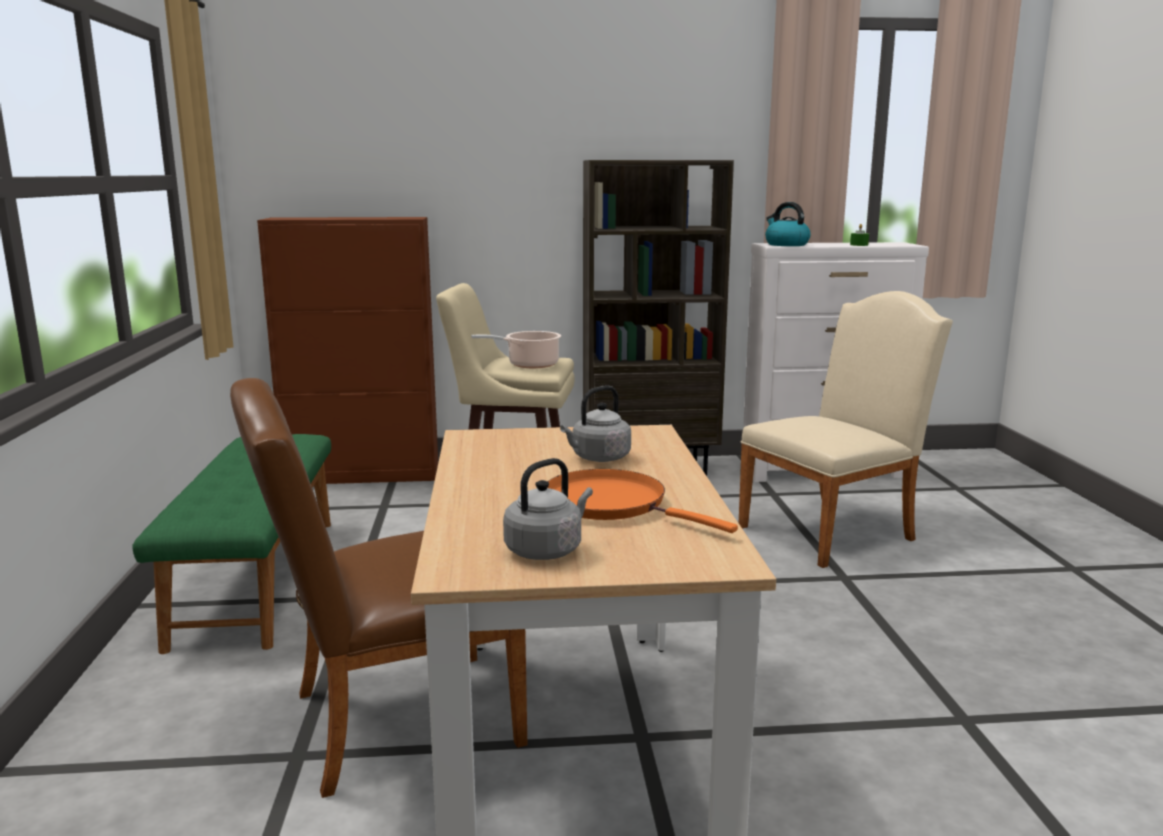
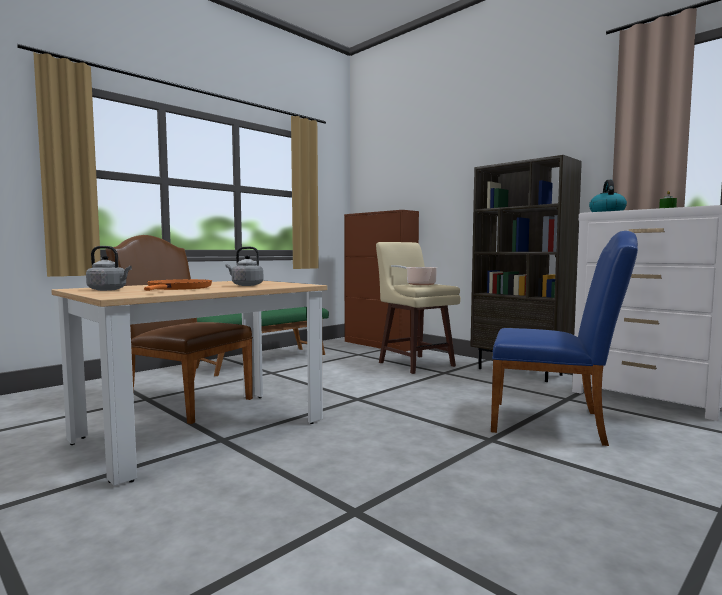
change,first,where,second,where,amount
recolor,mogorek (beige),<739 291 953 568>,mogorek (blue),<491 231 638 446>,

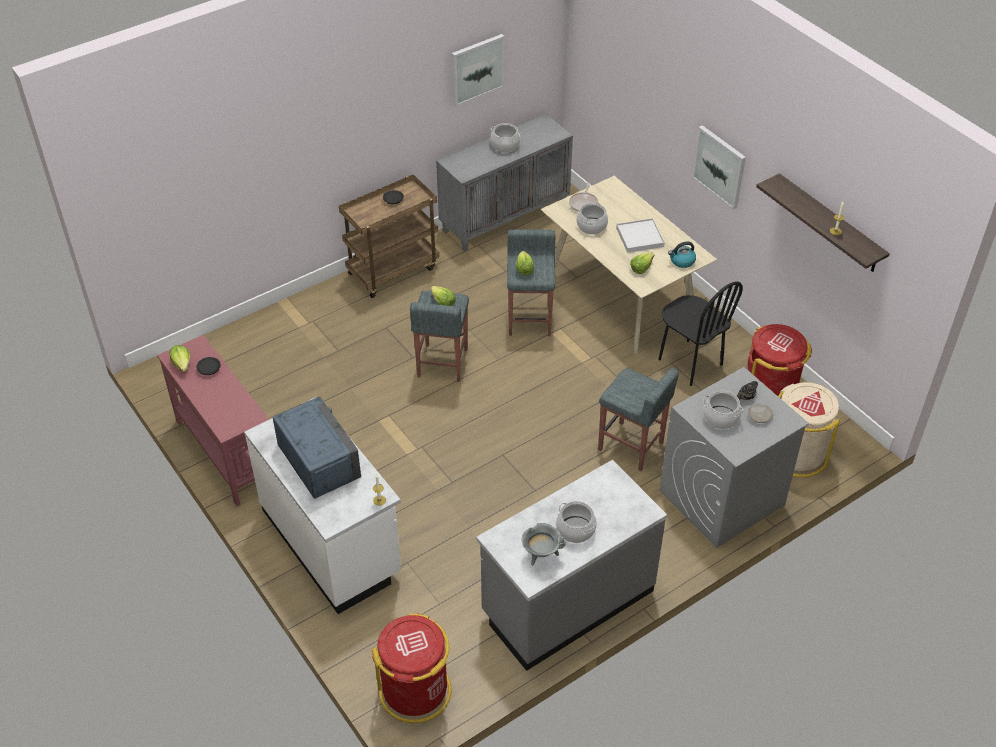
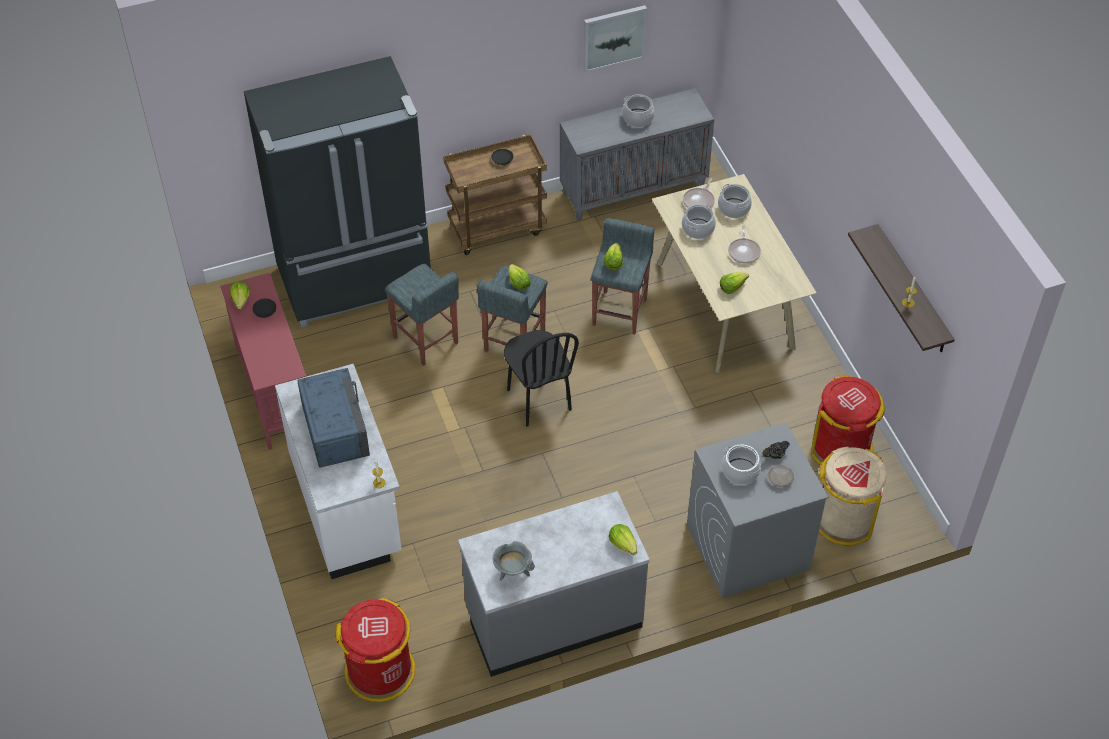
change,first,where,second,where,amount
insert,,,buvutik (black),<244 56 431 328>,
move,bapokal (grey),<598 368 679 471>,,<385 264 459 366>,
move,mogorek (black),<658 281 743 386>,,<504 330 579 427>,
insert,,,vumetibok,<609 524 637 555>,
move,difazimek,<556 501 597 543>,,<718 184 752 218>,
replace,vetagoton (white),<616 218 665 253>,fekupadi,<728 225 761 264>,
delete,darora,<668 242 696 268>,,,
delete,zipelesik,<692 125 746 210>,,,

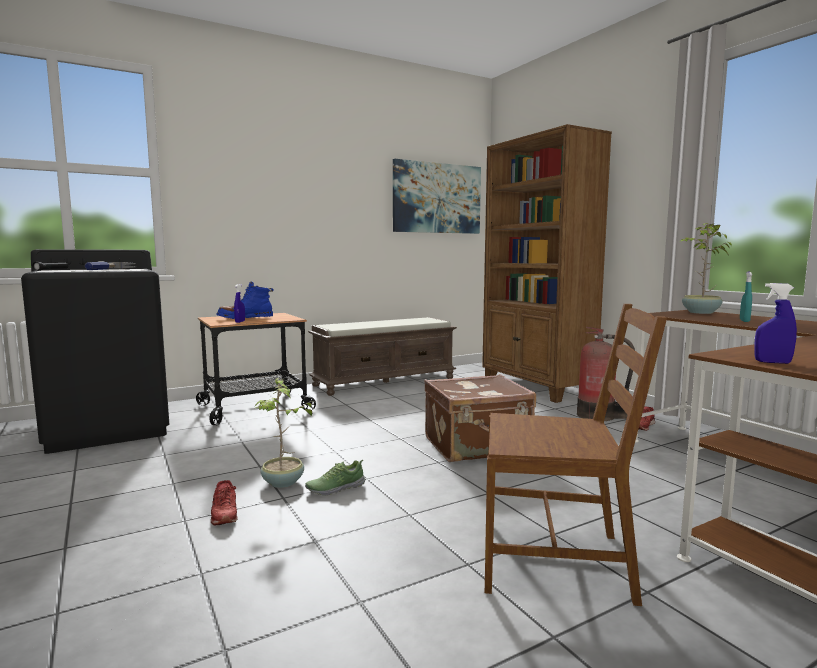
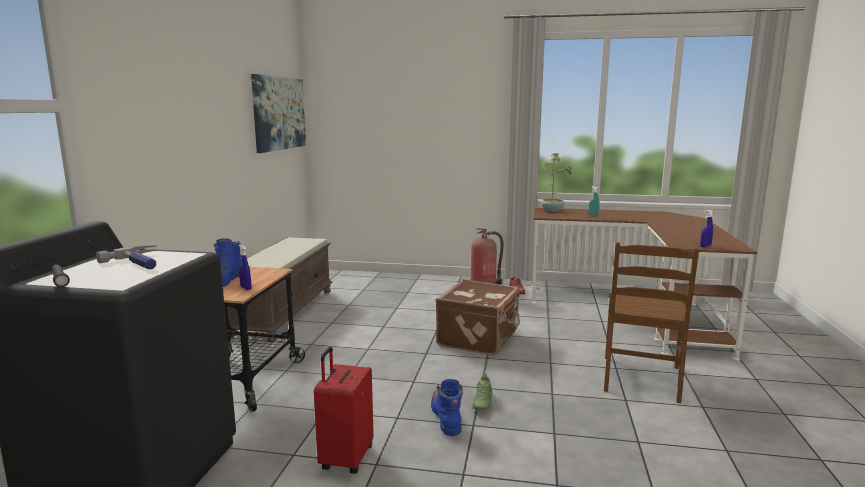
change,first,where,second,where,amount
insert,,,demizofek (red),<314 347 374 474>,
replace,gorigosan,<254 378 314 488>,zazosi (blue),<431 379 463 436>,
rotate,mogorek (brown),<485 304 667 606>,,<604 242 699 403>,150 degrees clockwise
delete,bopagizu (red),<211 480 238 526>,,,
delete,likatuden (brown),<482 124 612 403>,,,

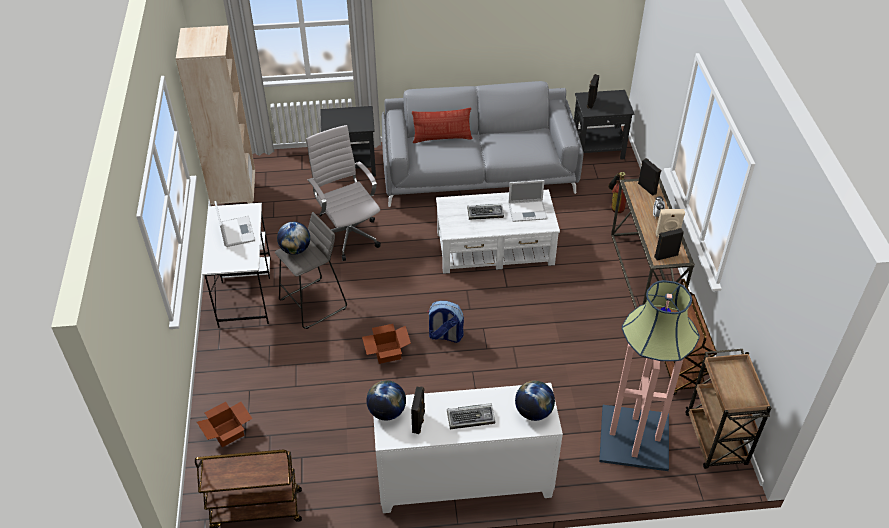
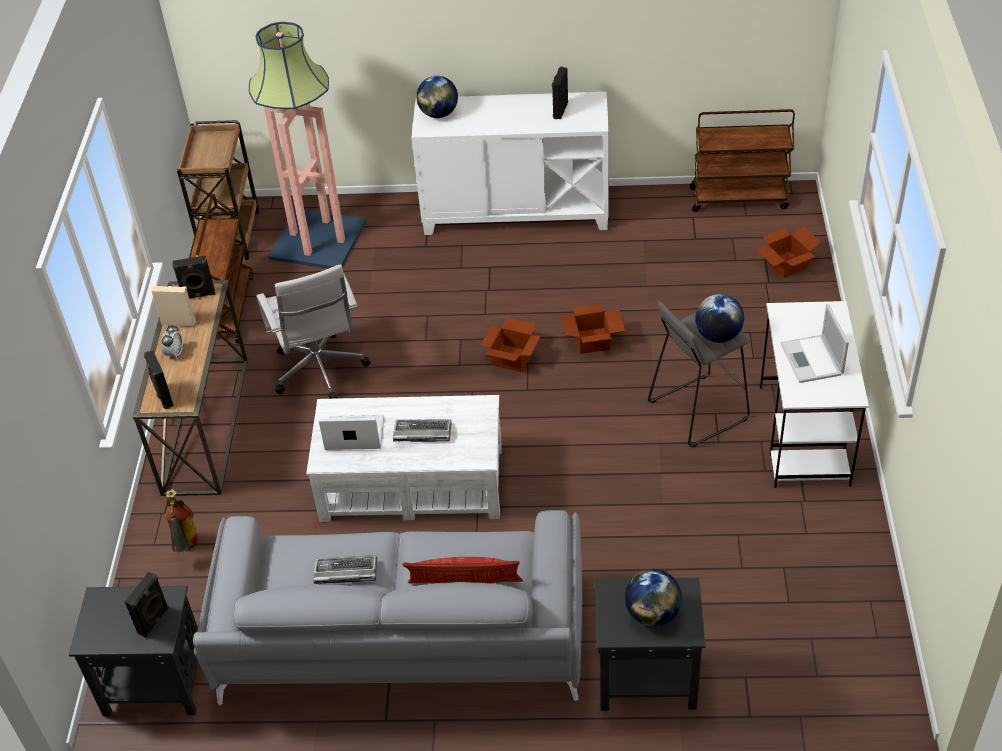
change,first,where,second,where,amount
move,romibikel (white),<306 125 381 261>,,<256 264 371 399>,
move,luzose,<447 403 495 429>,,<314 555 377 584>,
replace,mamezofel,<428 301 464 343>,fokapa,<481 318 541 372>,
move,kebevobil,<366 380 406 420>,,<625 569 682 626>,
delete,likatuden (beige),<176 25 255 206>,,,

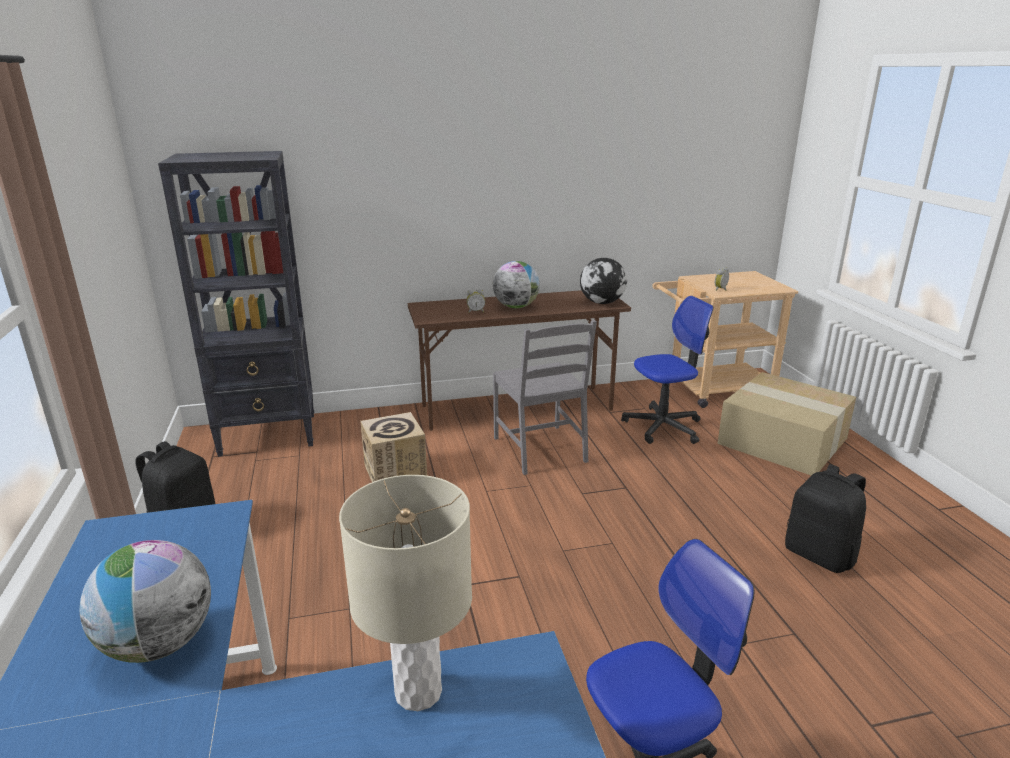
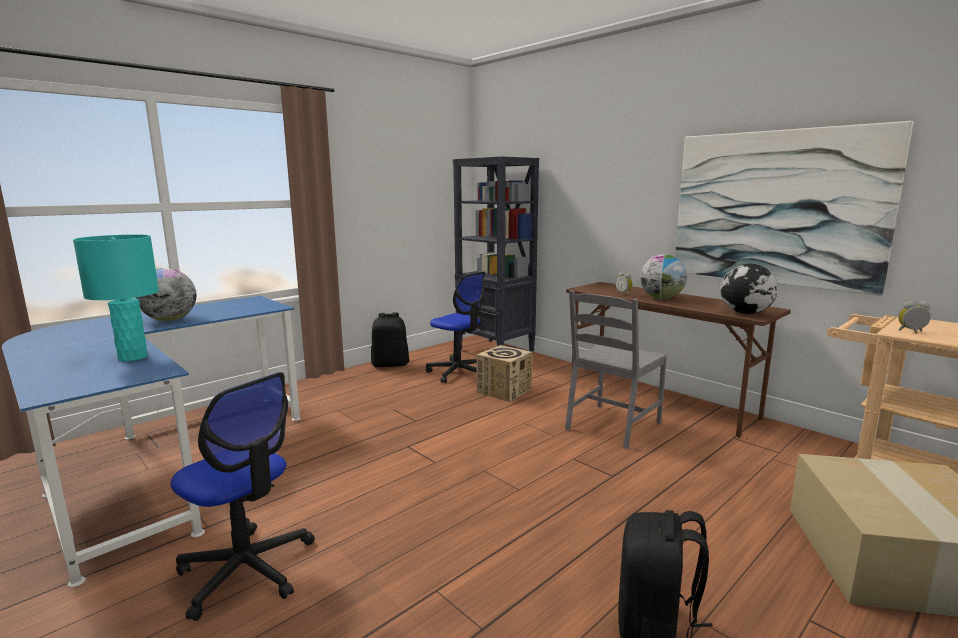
change,first,where,second,where,amount
recolor,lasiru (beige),<339 475 472 711>,lasiru (turquoise),<73 235 159 361>,
move,romibikel,<621 296 713 444>,,<426 272 485 383>,
insert,,,zipelesik,<675 121 914 296>,

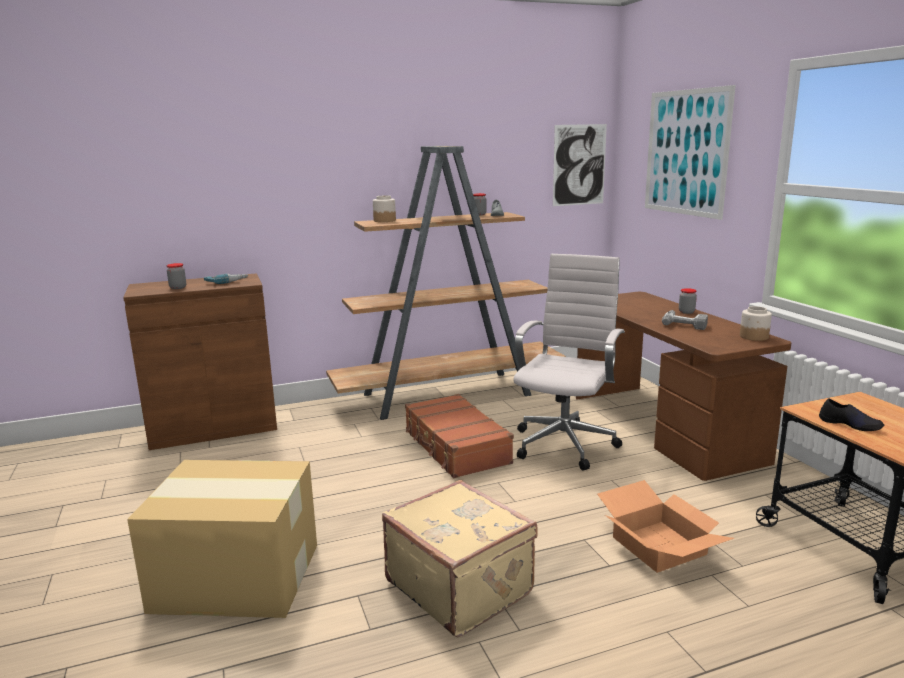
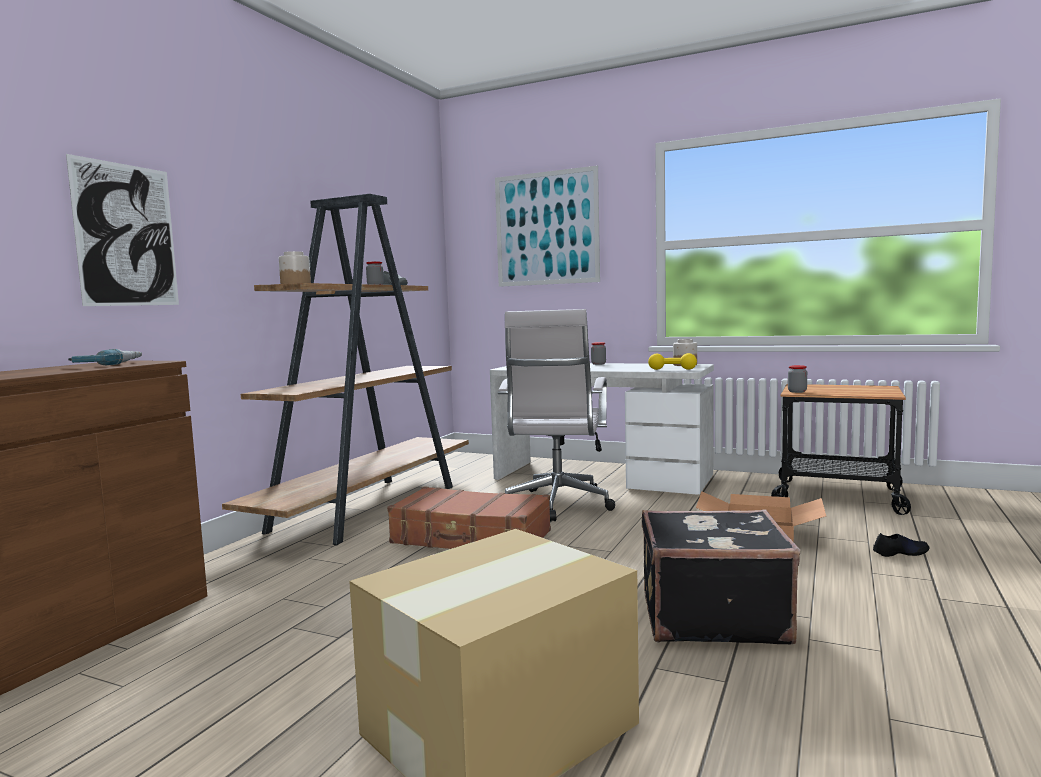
change,first,where,second,where,amount
move,zipelesik,<553 124 607 206>,,<66 154 179 306>,
recolor,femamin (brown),<576 292 791 481>,femamin (white),<490 363 714 494>,
rotate,romibikel (white),<513 254 625 470>,,<498 309 615 522>,150 degrees counterclockwise
recolor,demizofek (beige),<382 480 538 637>,demizofek (black),<642 510 800 644>,
insert,,,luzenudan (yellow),<648 353 697 370>,
move,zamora,<167 263 186 289>,,<788 365 807 393>,
move,bopagizu (black),<819 398 884 431>,,<873 533 929 557>,
delete,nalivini,<662 310 708 330>,,,

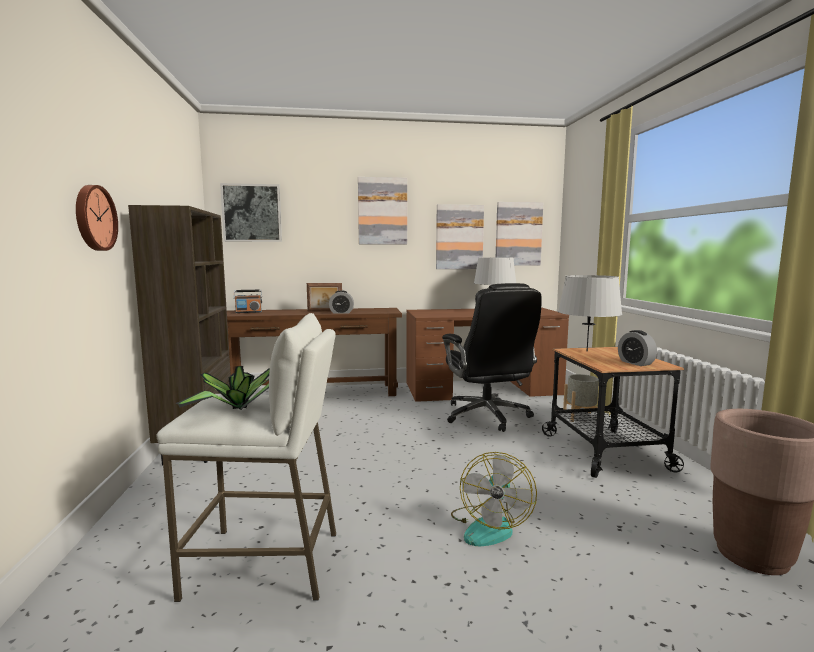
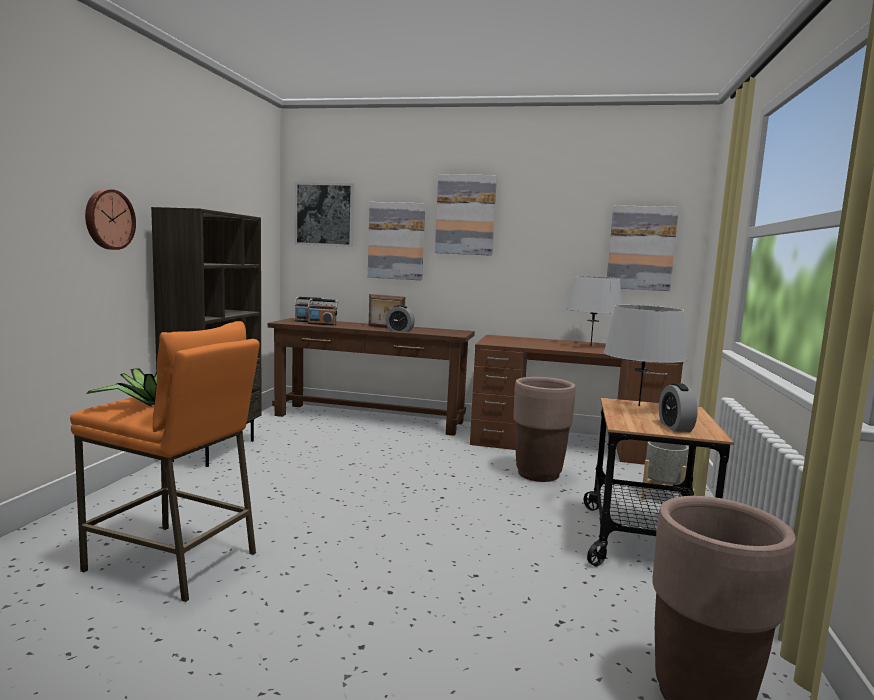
change,first,where,second,where,amount
recolor,bapokal (white),<156 313 336 602>,bapokal (orange),<70 321 259 602>,
insert,,,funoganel,<308 298 338 326>,
move,zipelesik,<436 204 484 269>,,<368 202 425 280>,
replace,romibikel (black),<442 283 541 432>,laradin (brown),<513 377 576 482>,
delete,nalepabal,<451 452 537 546>,,,

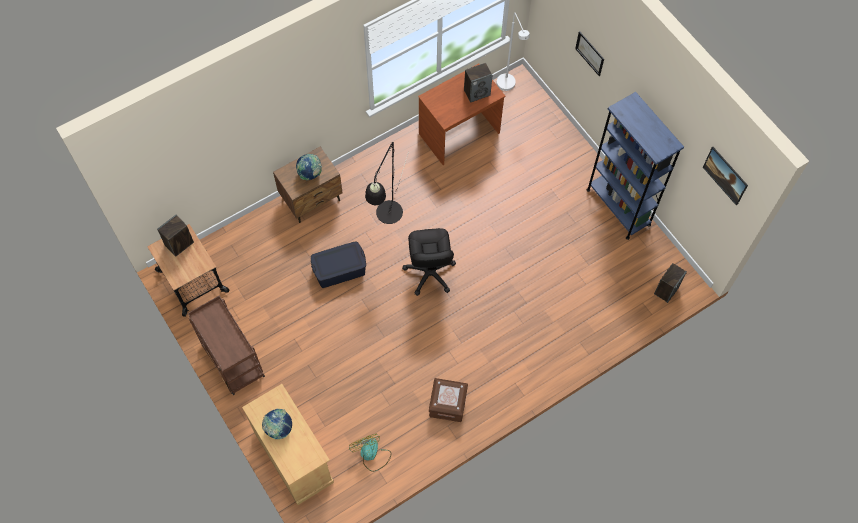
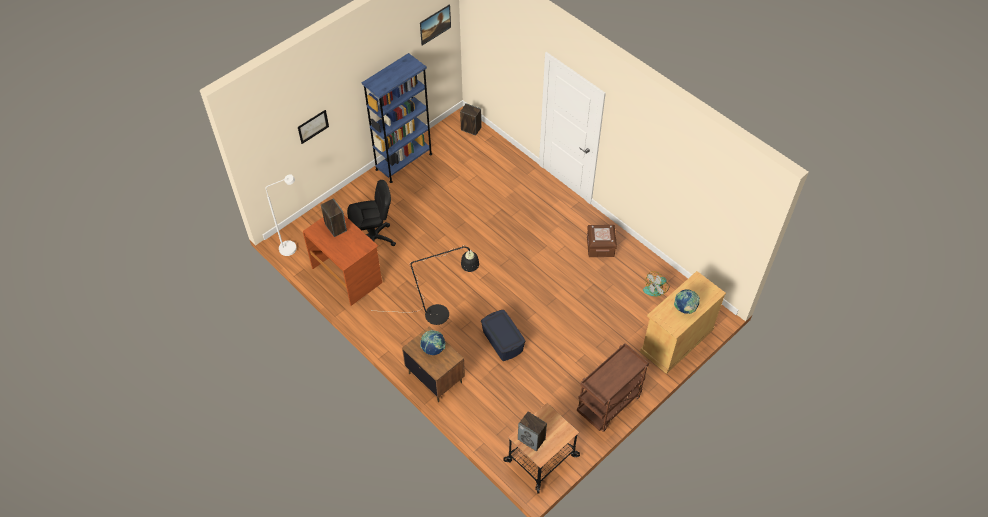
change,first,where,second,where,amount
move,romibikel (black),<402 228 456 296>,,<347 180 396 246>,

